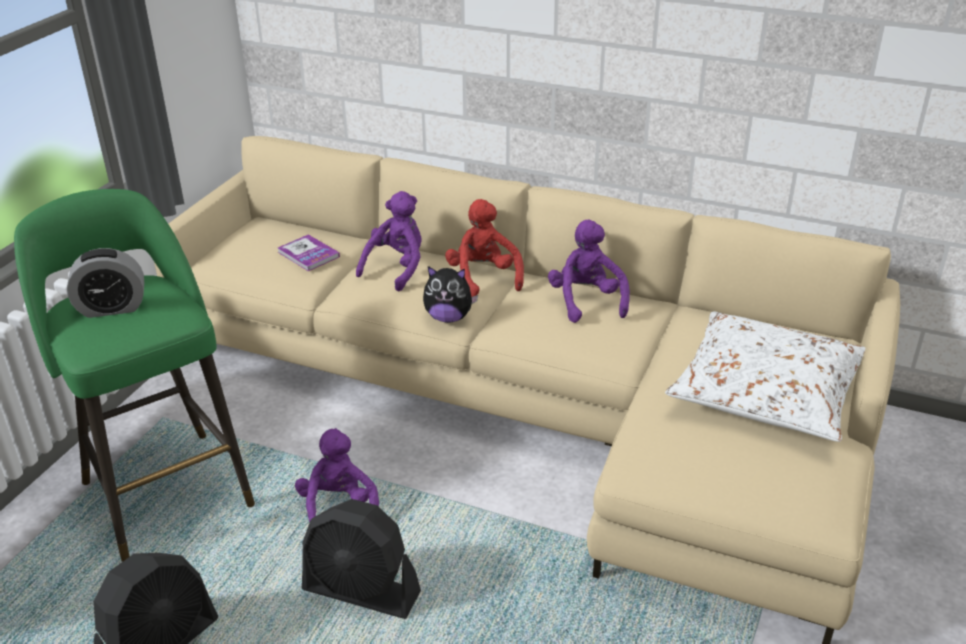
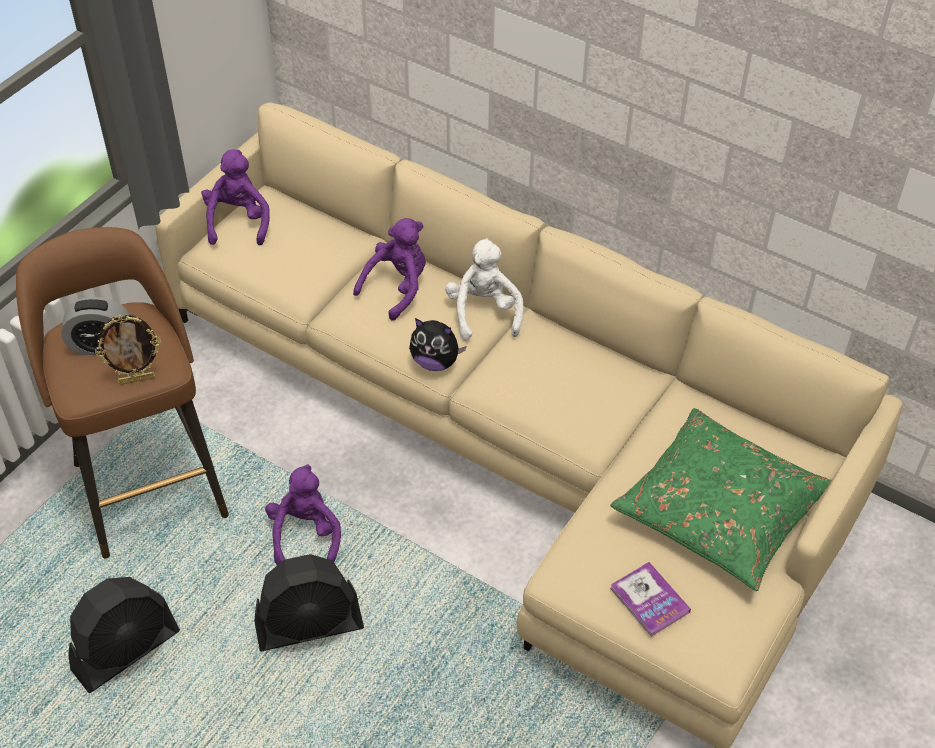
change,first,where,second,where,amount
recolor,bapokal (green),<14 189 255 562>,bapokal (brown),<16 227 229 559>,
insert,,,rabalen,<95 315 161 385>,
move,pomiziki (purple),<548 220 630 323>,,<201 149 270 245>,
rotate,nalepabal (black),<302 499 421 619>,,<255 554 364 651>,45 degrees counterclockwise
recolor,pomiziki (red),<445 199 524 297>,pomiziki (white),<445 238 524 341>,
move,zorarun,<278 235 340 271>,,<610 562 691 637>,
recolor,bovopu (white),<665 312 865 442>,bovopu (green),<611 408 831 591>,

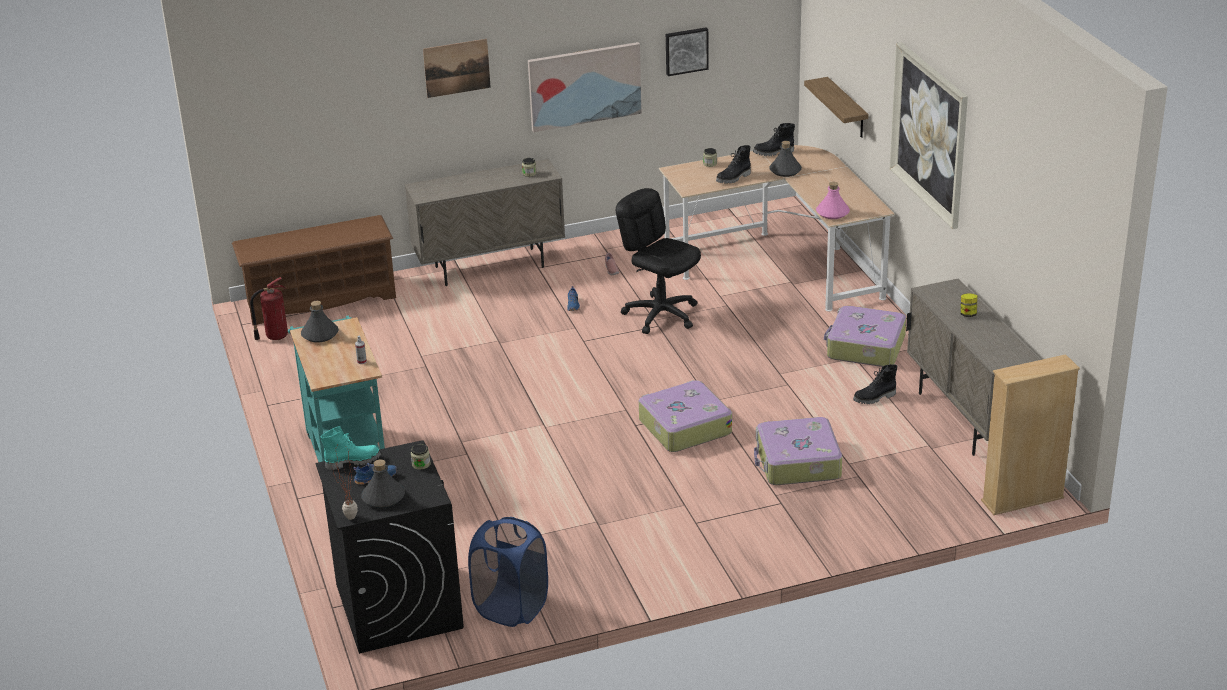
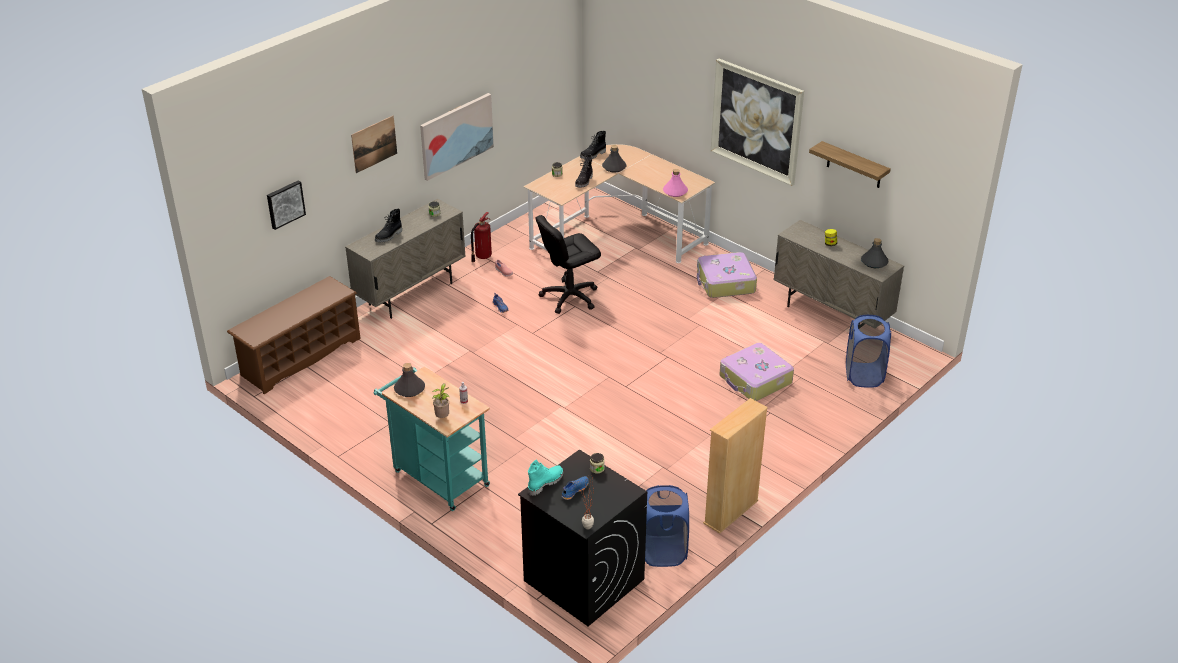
change,first,where,second,where,amount
move,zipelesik,<666 27 709 76>,,<267 180 306 230>,
move,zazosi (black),<853 364 897 404>,,<375 209 402 242>,
insert,,,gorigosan,<432 383 449 418>,
move,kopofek,<250 277 288 340>,,<471 212 492 262>,
rotate,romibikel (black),<616 188 701 334>,,<536 215 601 314>,45 degrees counterclockwise
move,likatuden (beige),<981 354 1080 515>,,<703 398 768 534>,
move,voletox,<804 77 868 138>,,<809 141 891 188>,
insert,,,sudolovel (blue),<846 315 891 388>,
move,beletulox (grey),<361 460 405 508>,,<861 238 888 268>,
delete,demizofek,<639 380 732 452>,,,

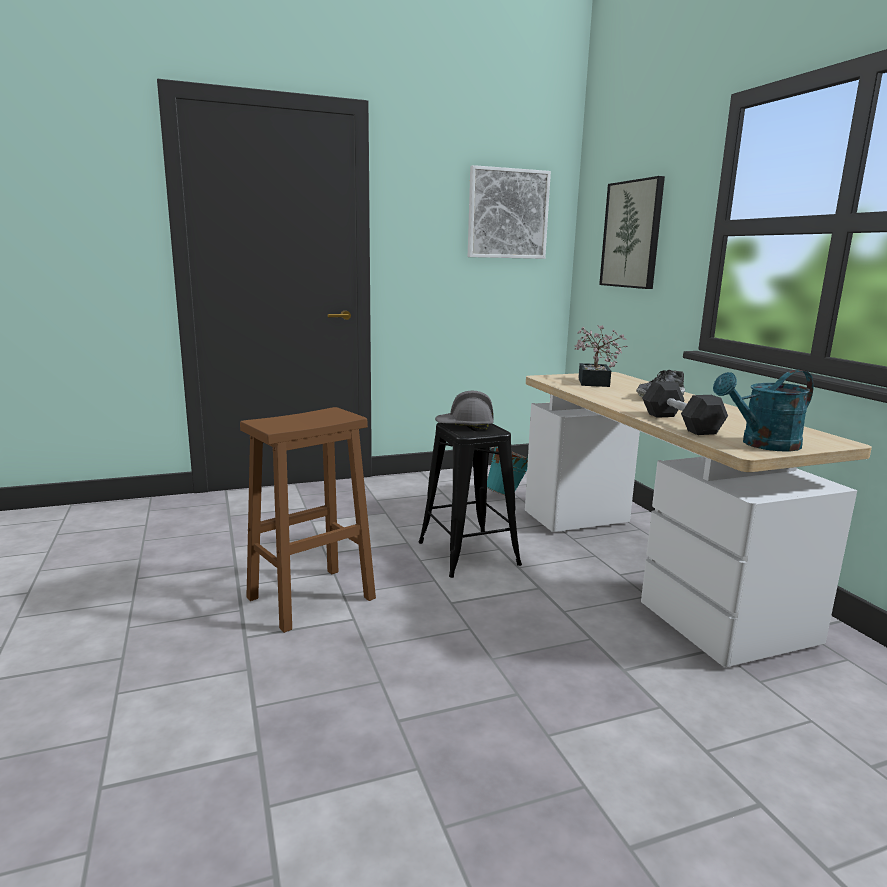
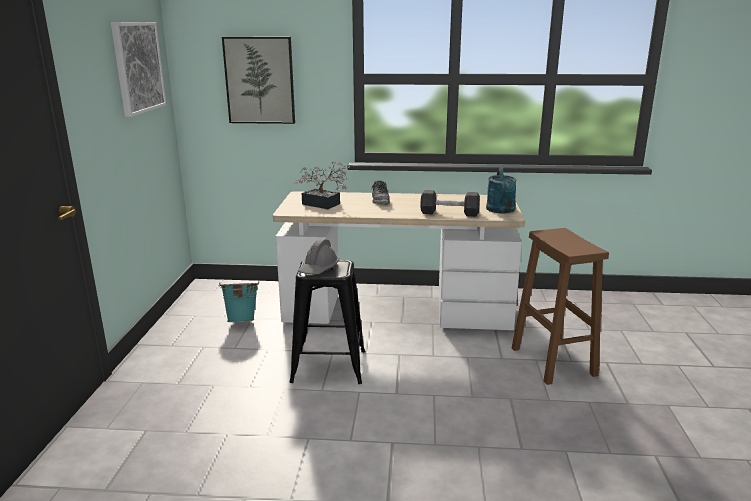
change,first,where,second,where,amount
move,bapokal (brown),<240 407 376 633>,,<512 228 609 385>,

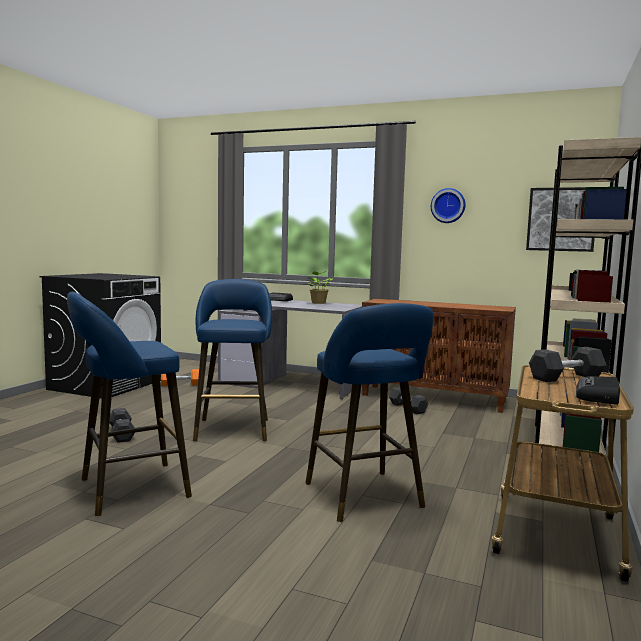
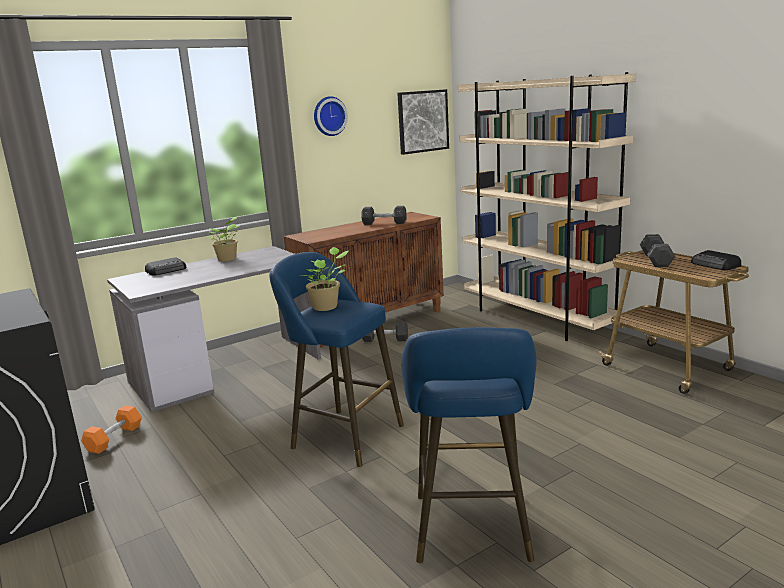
change,first,where,second,where,amount
insert,,,gorigosan,<298 247 349 311>,
move,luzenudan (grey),<109 408 135 443>,,<361 206 407 225>,
delete,bapokal (blue),<305 303 434 522>,,,

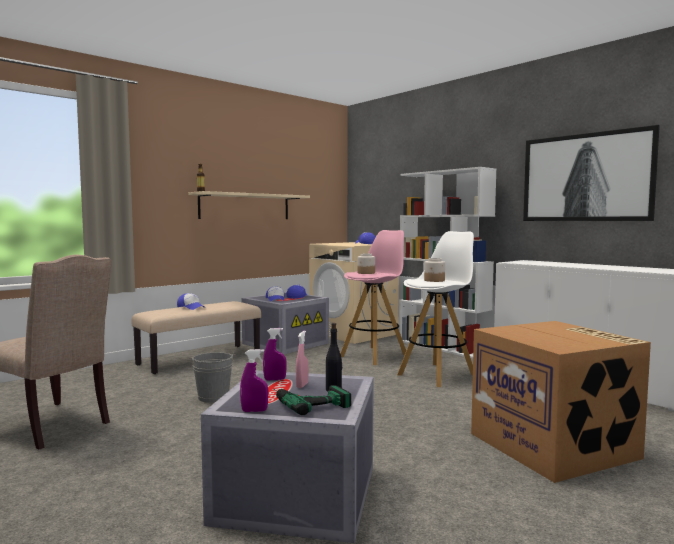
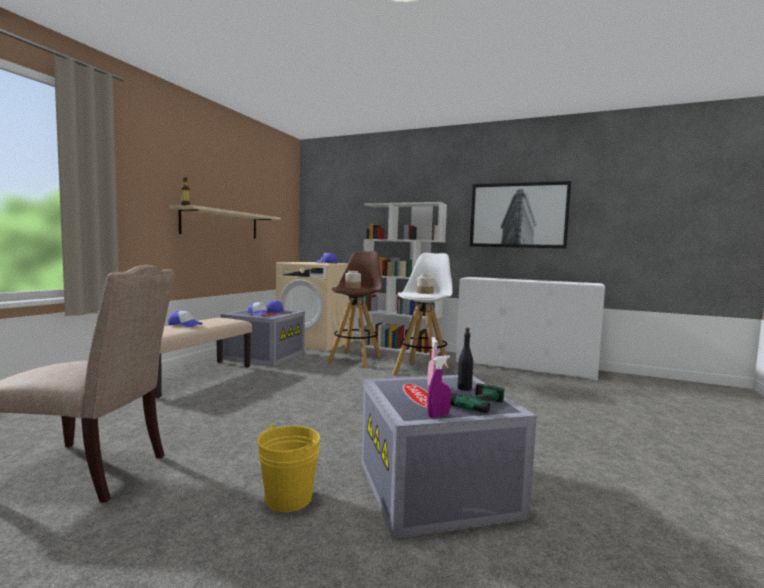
change,first,where,second,where,amount
insert,,,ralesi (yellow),<257 424 320 512>,
recolor,bapokal (pink),<340 230 406 365>,bapokal (brown),<327 251 382 368>,
delete,ralesi (grey),<189 352 236 403>,,,
delete,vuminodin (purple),<263 328 287 380>,,,
delete,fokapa,<471 321 651 483>,,,

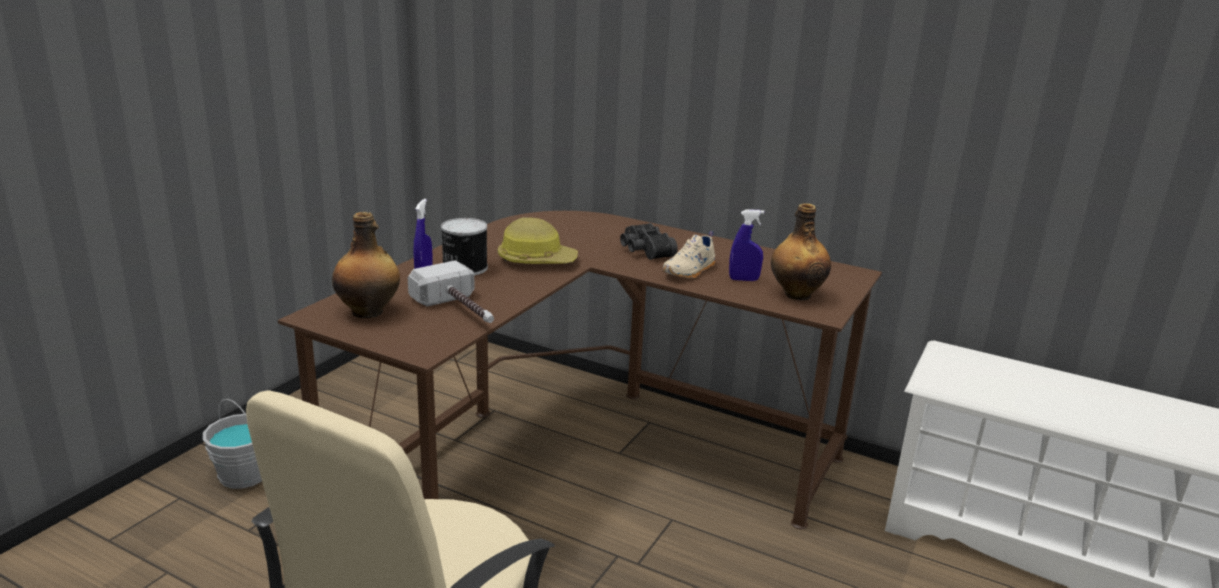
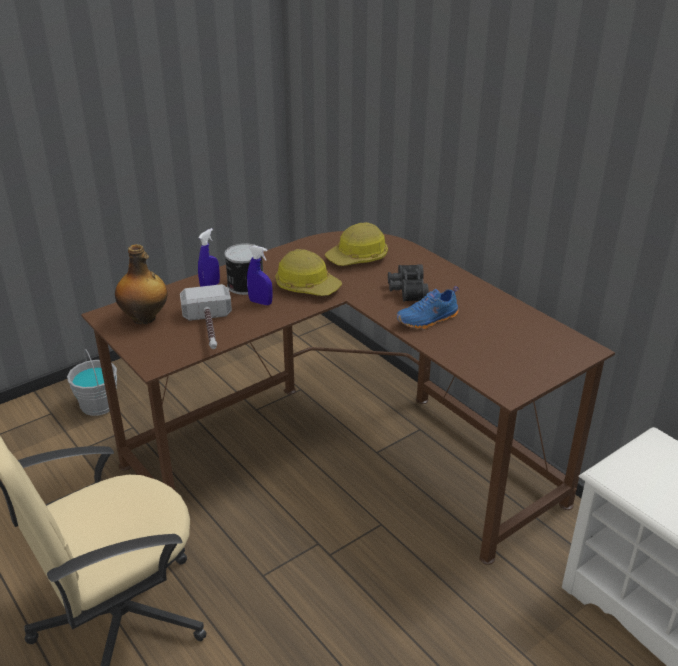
change,first,where,second,where,amount
move,vuminodin (blue),<729 209 764 281>,,<247 245 273 305>,
insert,,,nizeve,<325 222 388 266>,
recolor,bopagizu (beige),<662 231 715 279>,bopagizu (blue),<396 286 459 329>,
delete,beletulox,<771 203 831 300>,,,

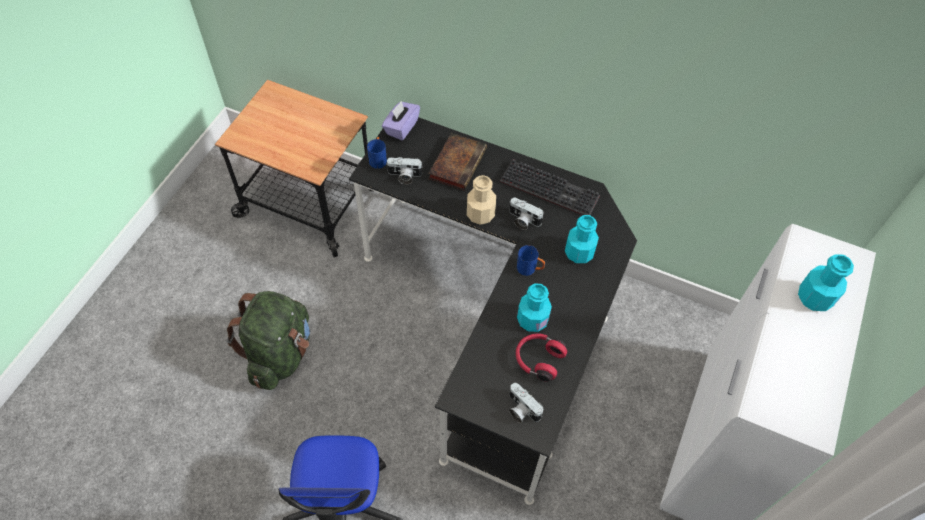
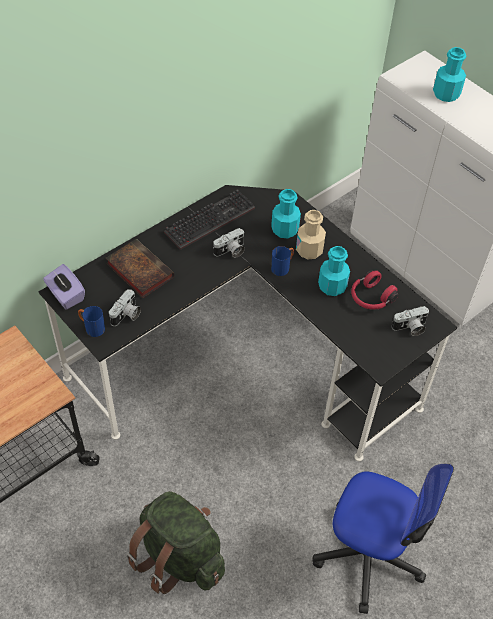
change,first,where,second,where,amount
move,beletulox (beige),<467 175 496 225>,,<296 210 326 259>,

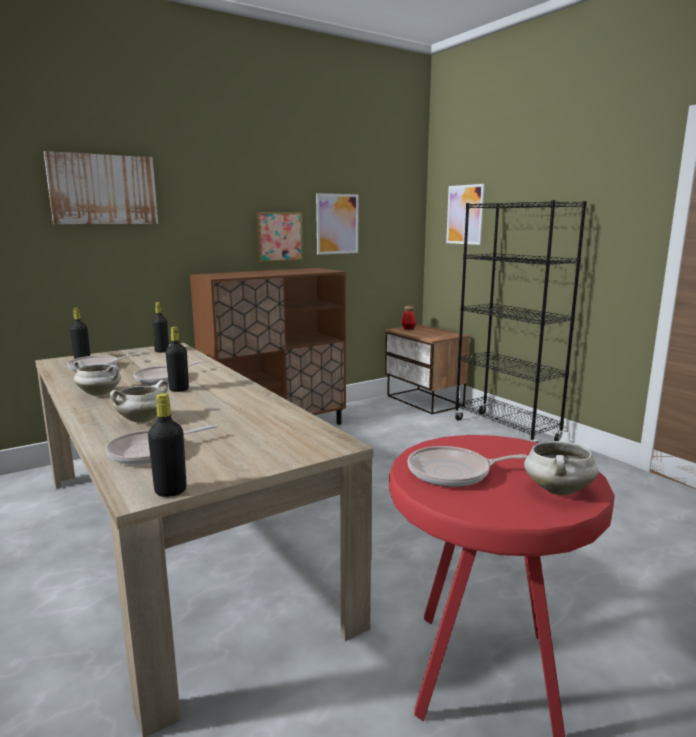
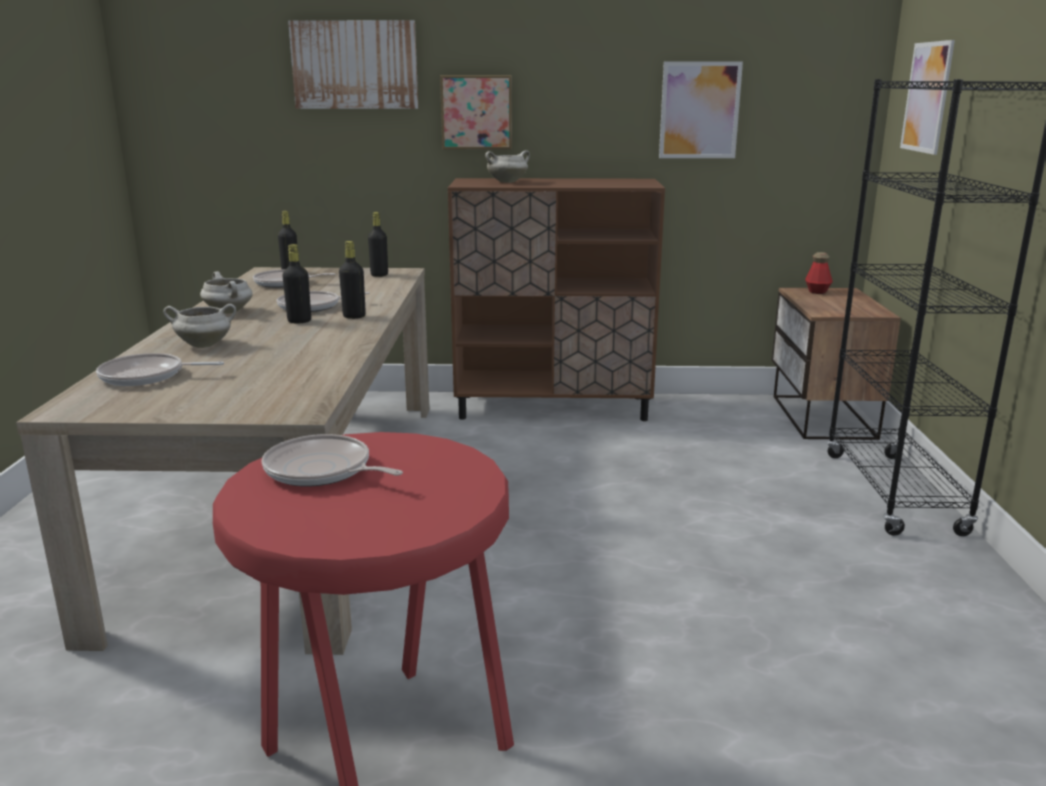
change,first,where,second,where,amount
move,beletulox (black),<148 393 187 497>,,<339 241 366 319>,
move,zipelesik,<256 212 303 262>,,<440 75 512 149>,
move,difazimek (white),<524 431 598 495>,,<485 150 530 183>,

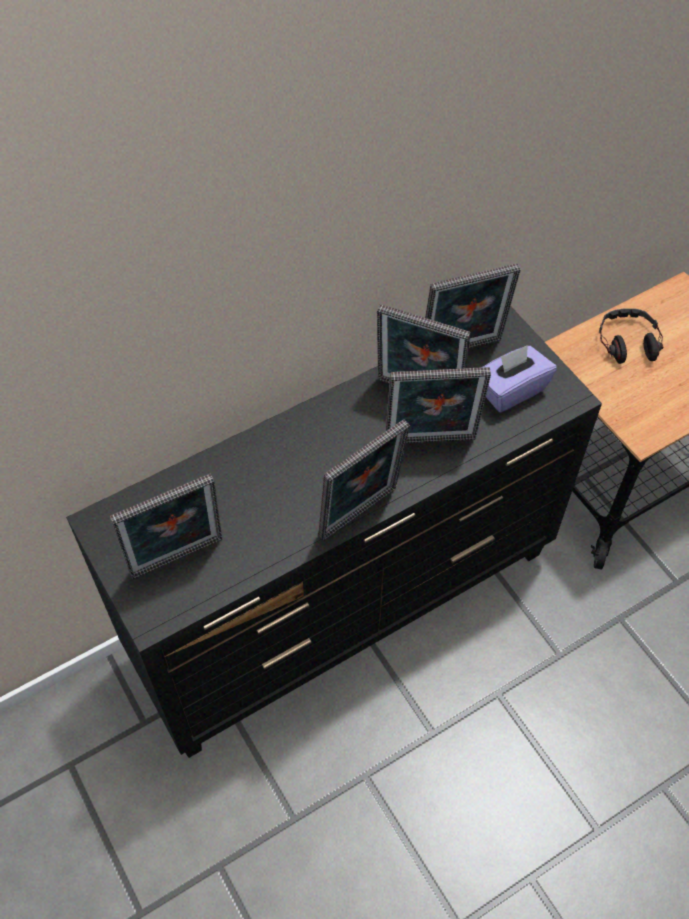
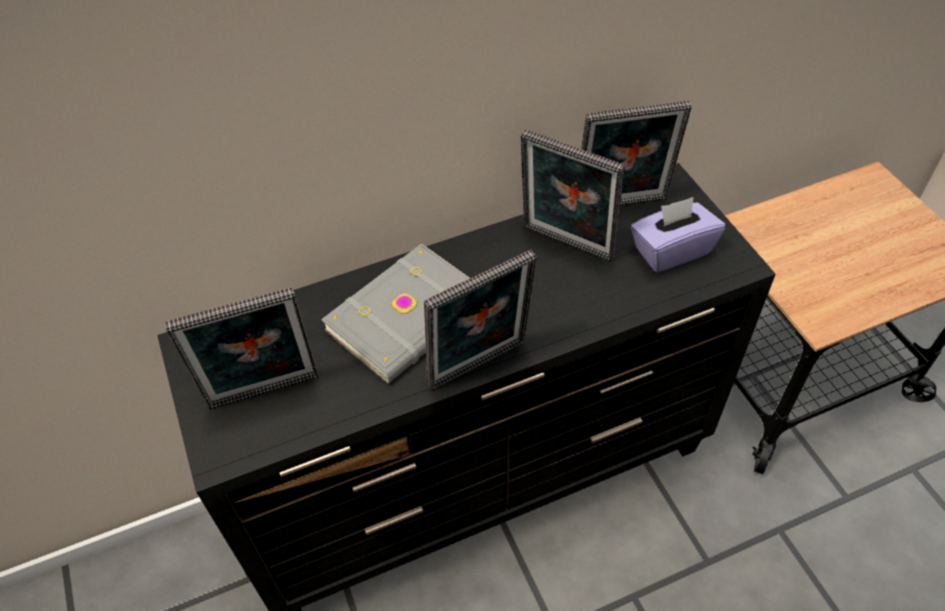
change,first,where,second,where,amount
insert,,,zorarun (grey),<321 243 470 384>,
delete,rabalen,<386 367 491 443>,,,
delete,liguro,<599 308 663 364>,,,

